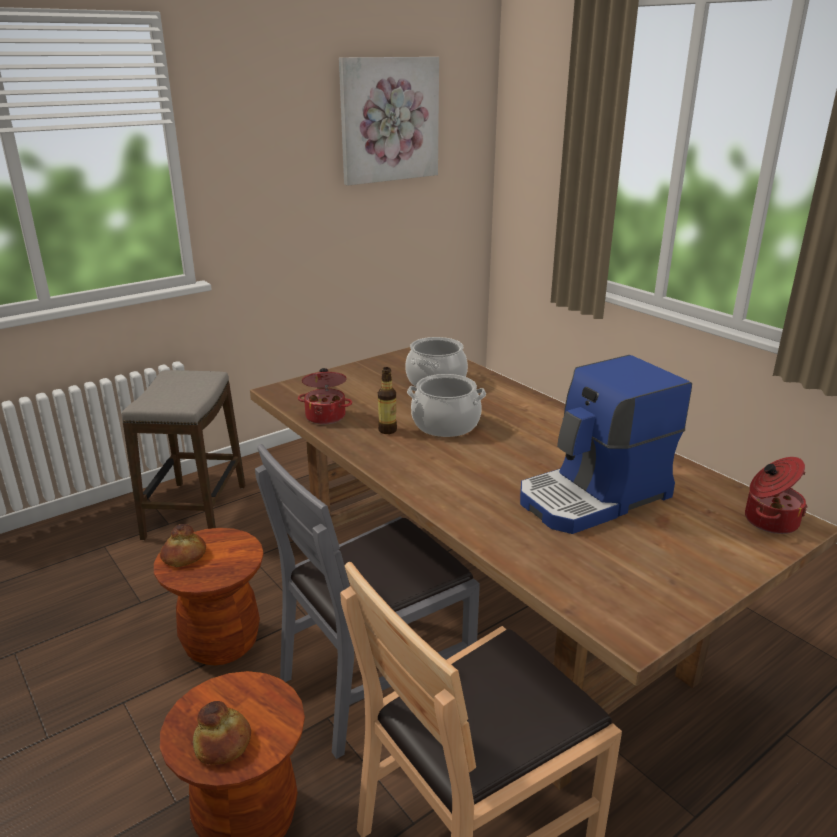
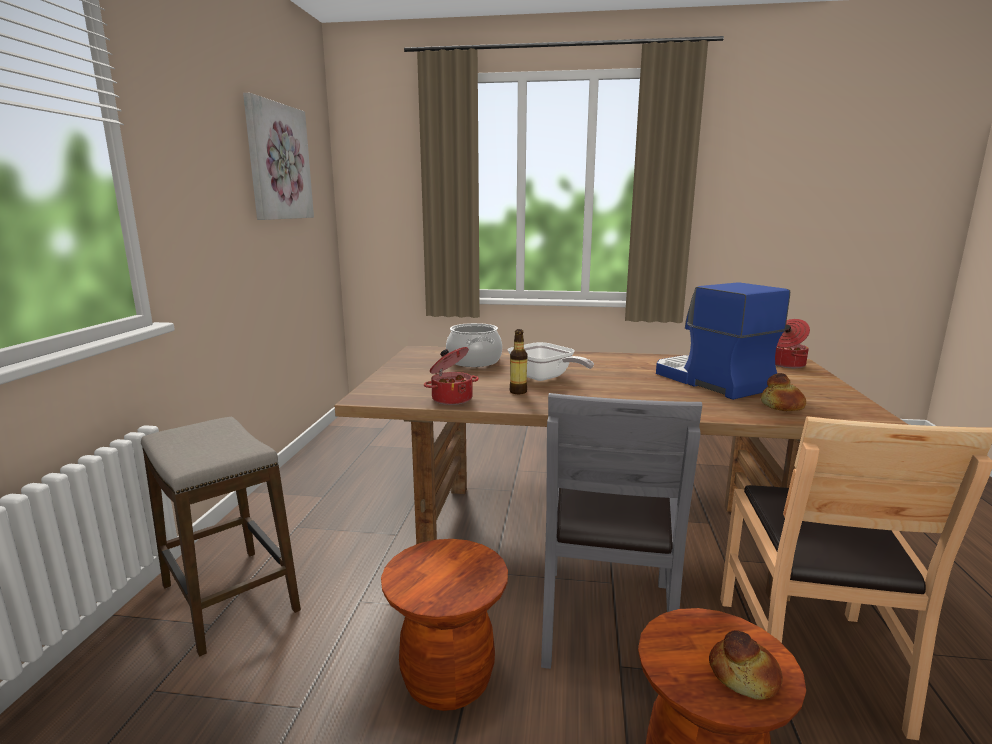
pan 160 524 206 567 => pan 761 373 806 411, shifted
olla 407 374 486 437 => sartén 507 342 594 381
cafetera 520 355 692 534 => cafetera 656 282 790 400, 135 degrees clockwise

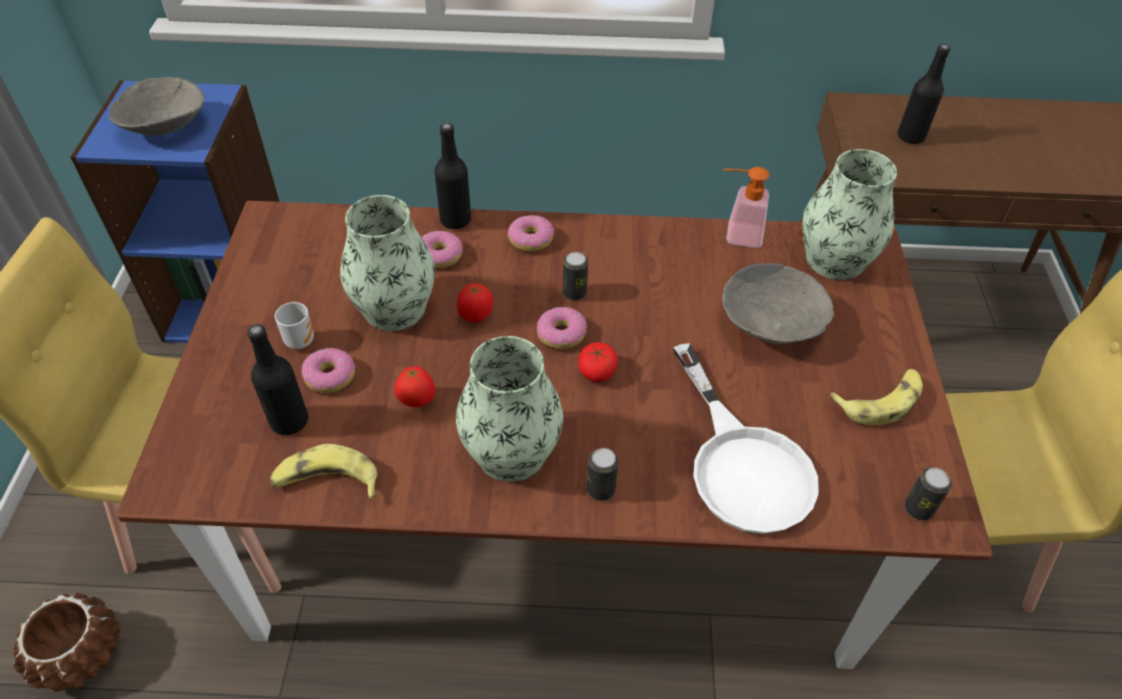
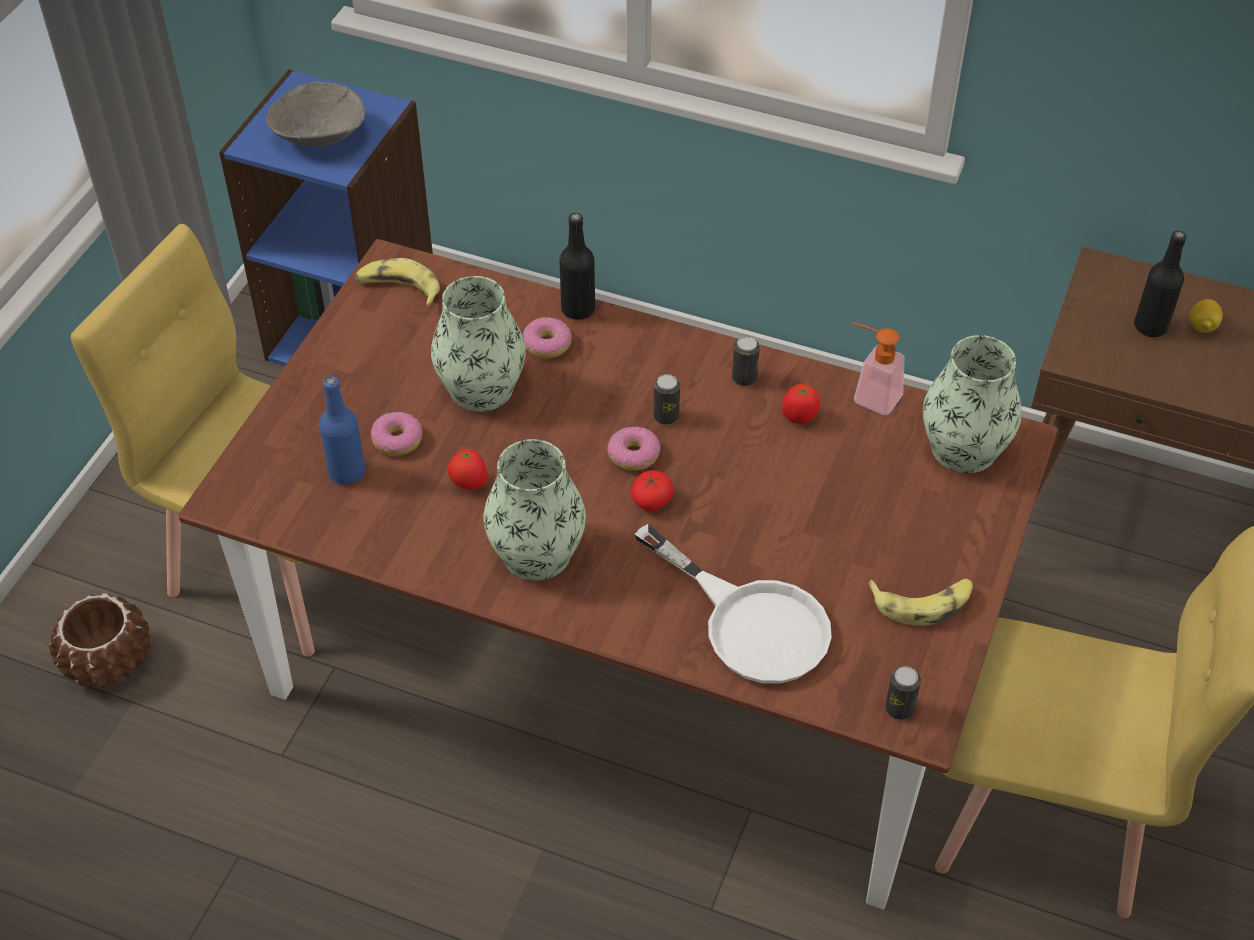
taza grande 275 302 314 349 => nothing
rosquilla 508 215 554 252 => nothing
cuenco [gris] 722 263 834 344 => nothing
nothing => limón 1190 299 1223 333
plátano 270 444 377 500 => plátano 356 258 440 307, shifted
tomate 457 283 493 322 => tomate 782 384 821 424, shifted
lata 587 448 619 501 => lata 732 336 760 386, shifted
botella [negro] 247 324 308 435 => botella [azul] 319 376 365 485
sartén [blanco] 673 343 819 534 => sartén [blanco] 634 524 832 684, 45 degrees counterclockwise

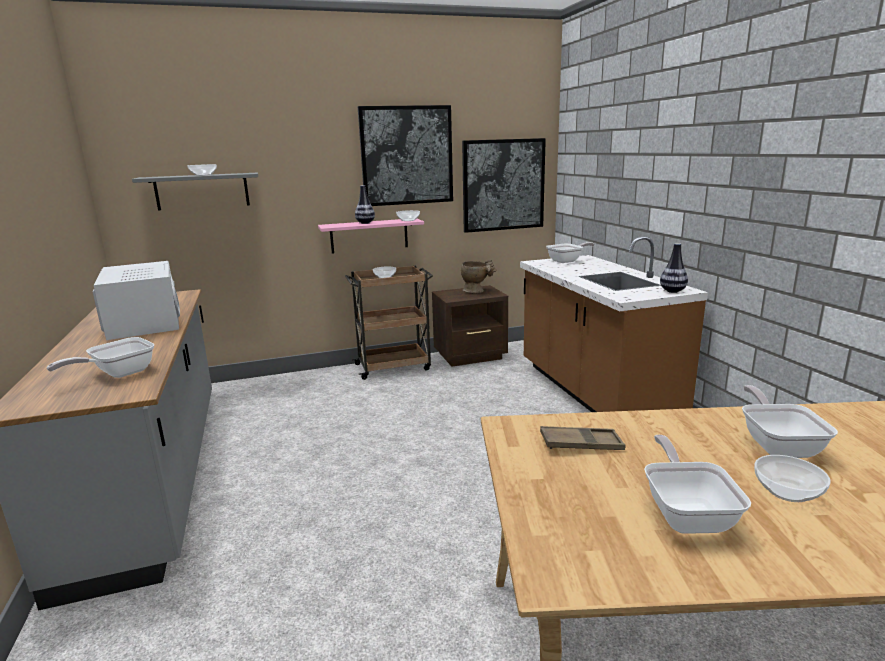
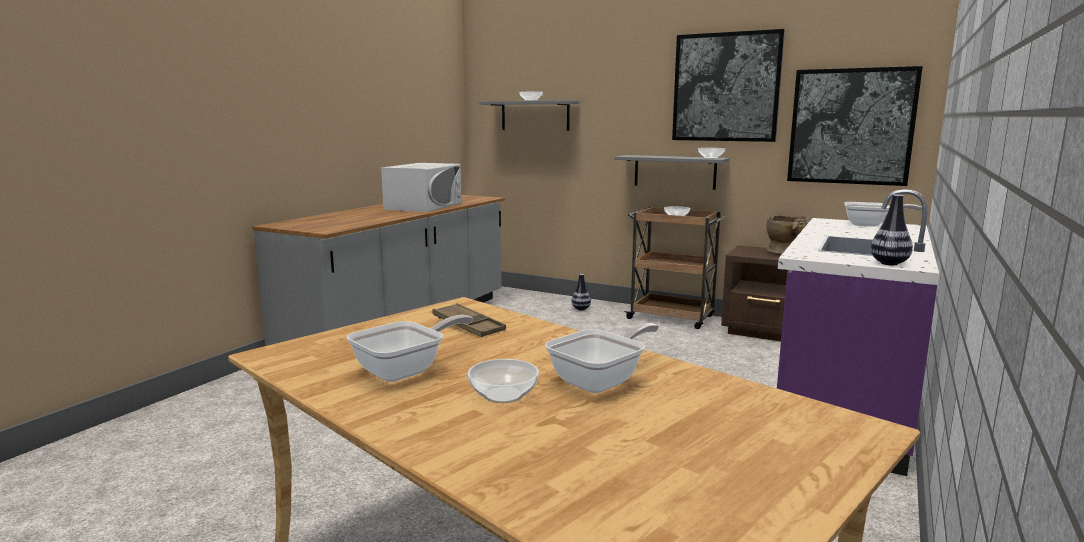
sartén 47 337 155 378 => nothing
florero 355 185 375 224 => florero 571 274 591 310, shifted
estante [rosa] 318 219 424 253 => estante [gris] 614 155 730 190
mueble bajo de cocina [marrón] 520 236 708 412 => mueble bajo de cocina [morado] 777 190 939 476

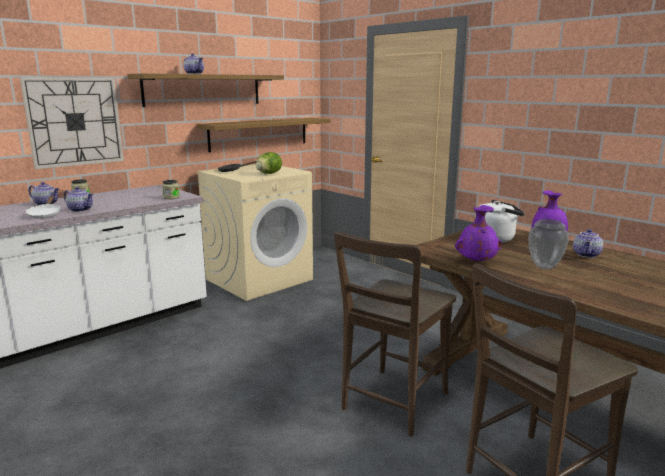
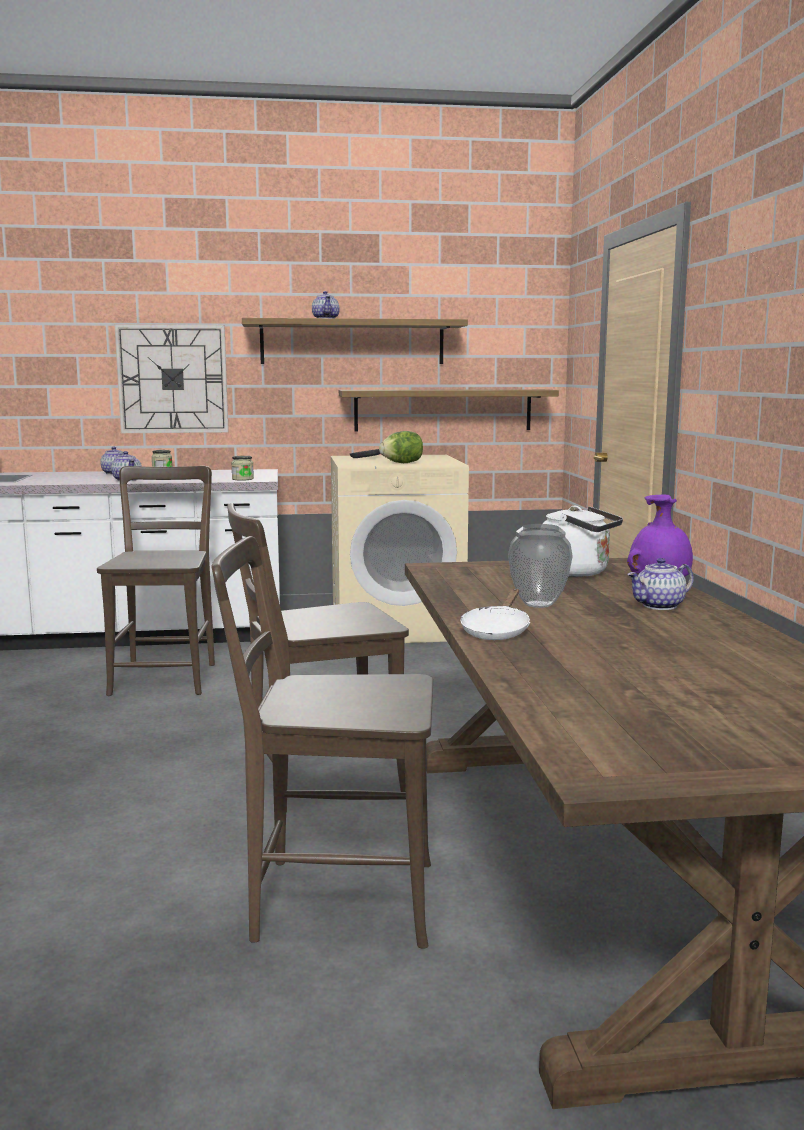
florero [morado] 455 205 502 262 => nothing
nothing => silla [marrón] 97 466 215 696
sartén [blanco] 25 196 61 219 => sartén [blanco] 461 589 530 640, shifted

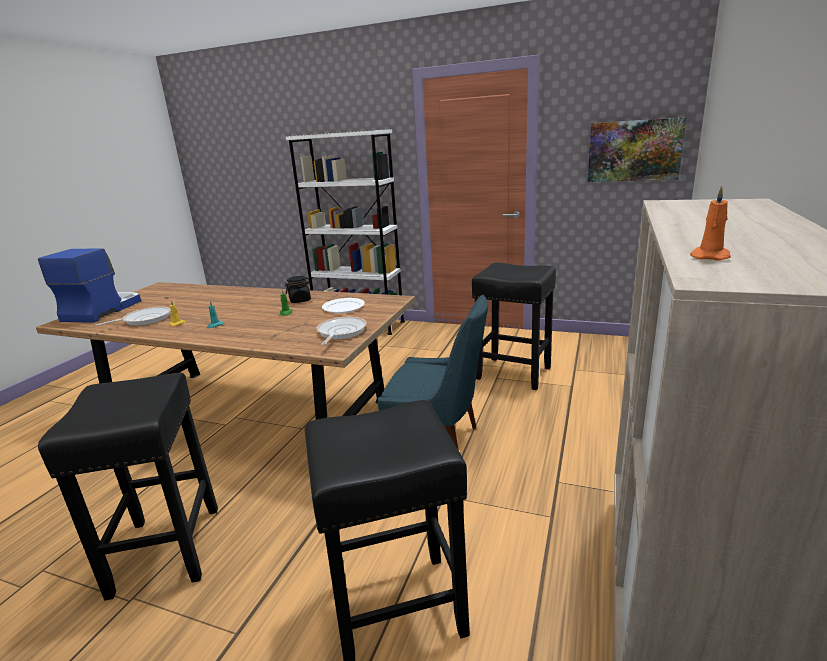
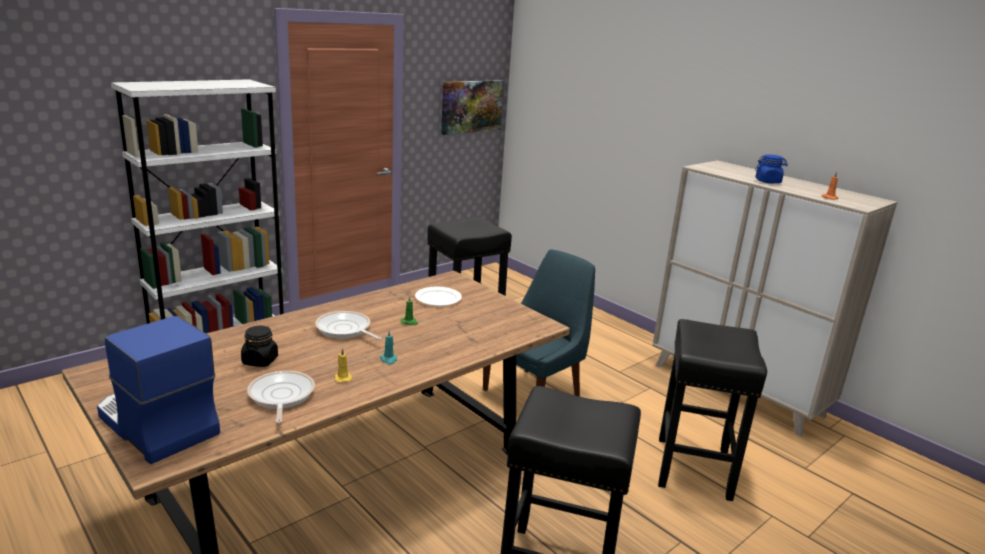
nothing => tarro [azul] 755 154 788 184
tarro [negro] 285 276 311 303 => tarro [negro] 241 326 278 367, shifted
sartén 316 317 367 345 => sartén 315 311 382 340, shifted

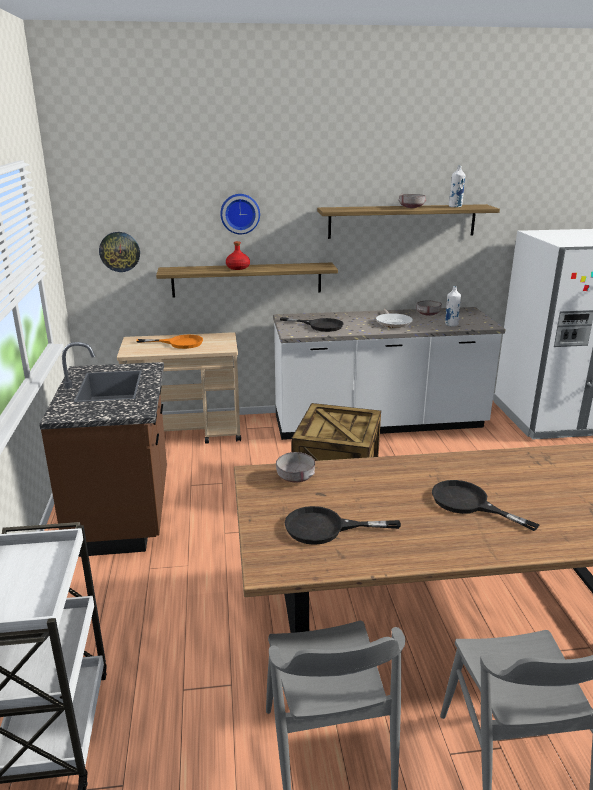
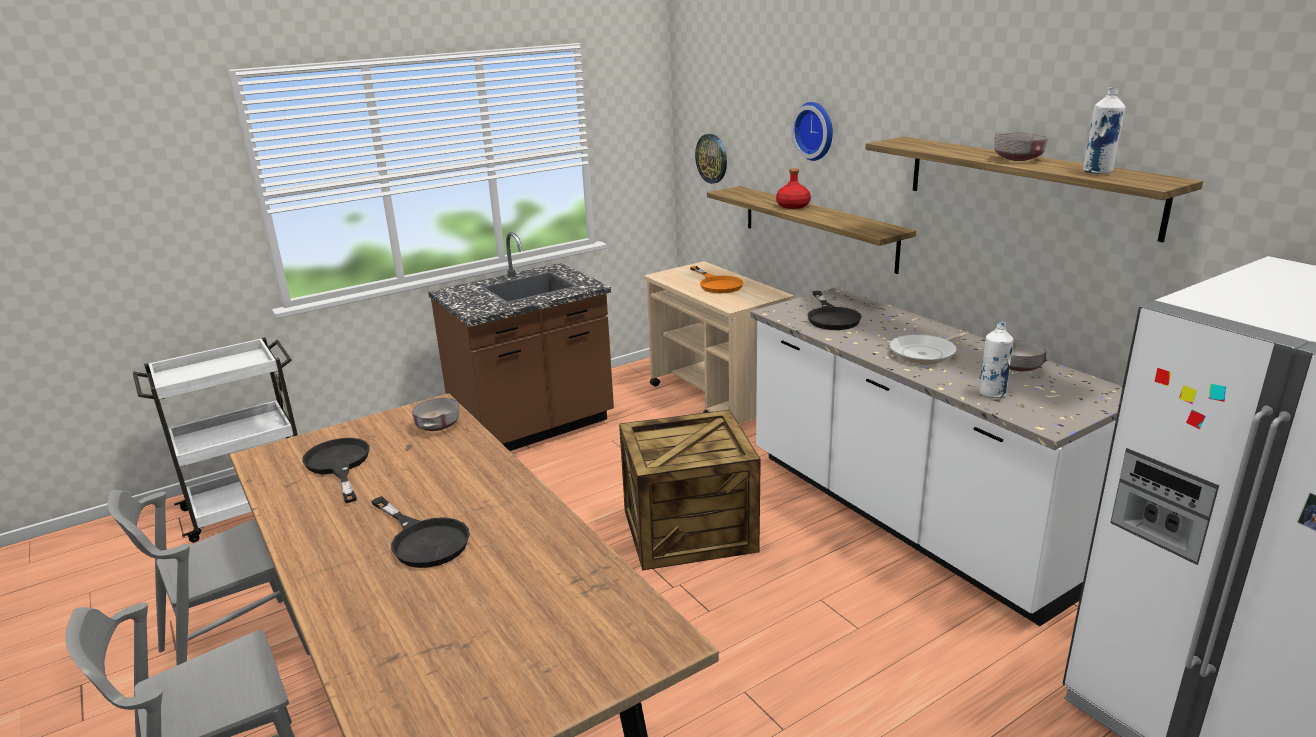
sartén [negro] 432 480 540 531 => sartén [negro] 371 496 470 568, 120 degrees clockwise

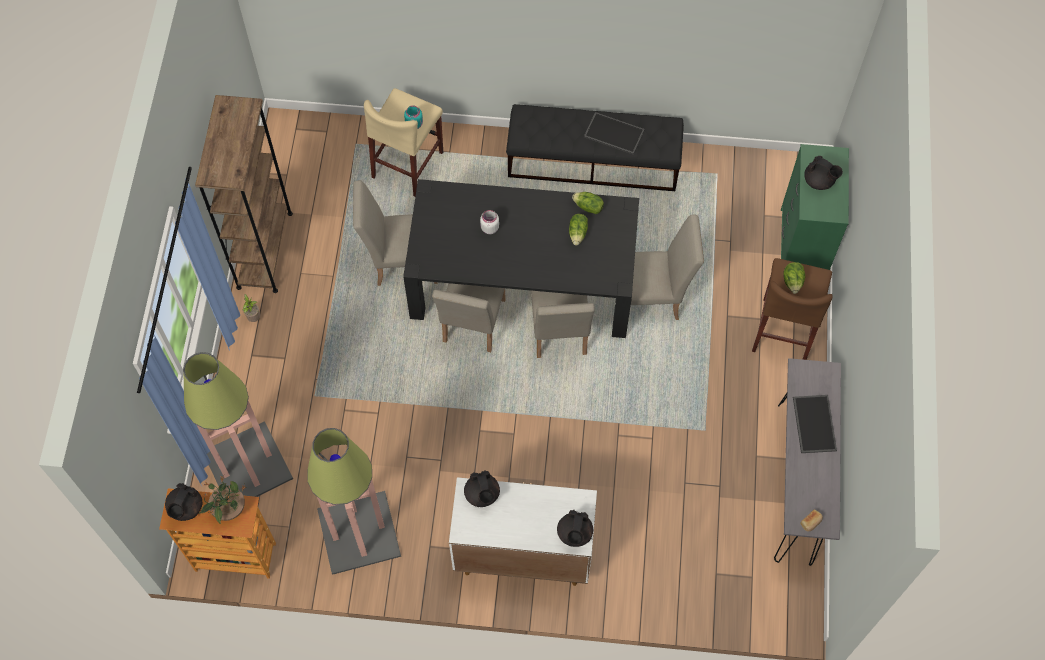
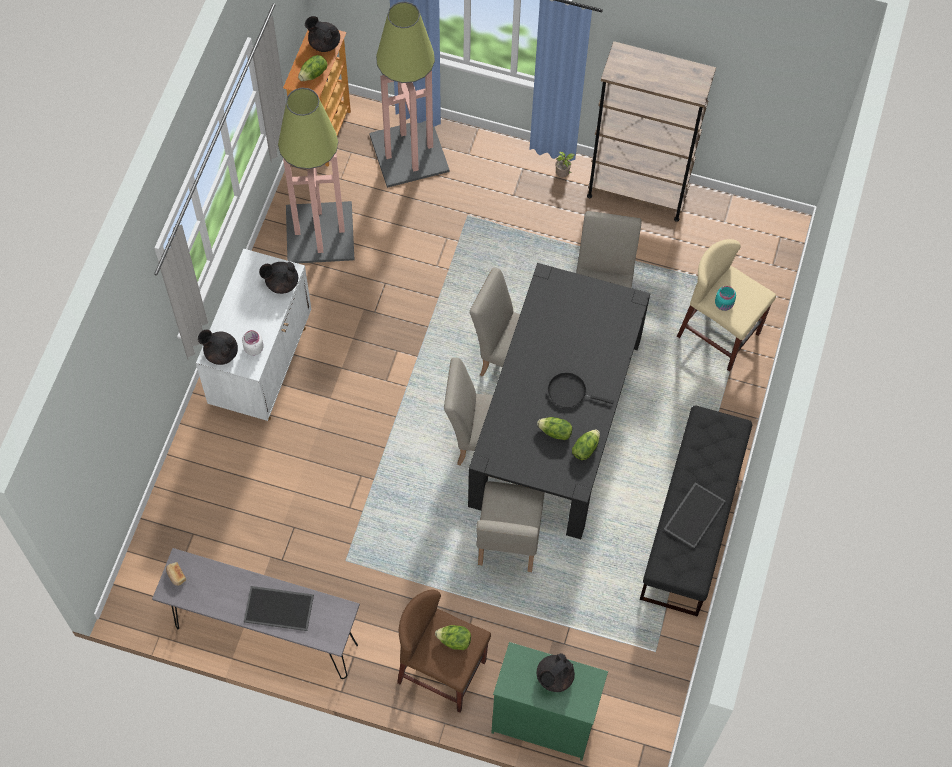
nothing => sartén [negro] 548 372 614 408
tarro [blanco] 480 210 499 234 => tarro [blanco] 242 330 264 356, shifted
planta en maceta 199 476 246 524 => lechuga 298 55 328 81

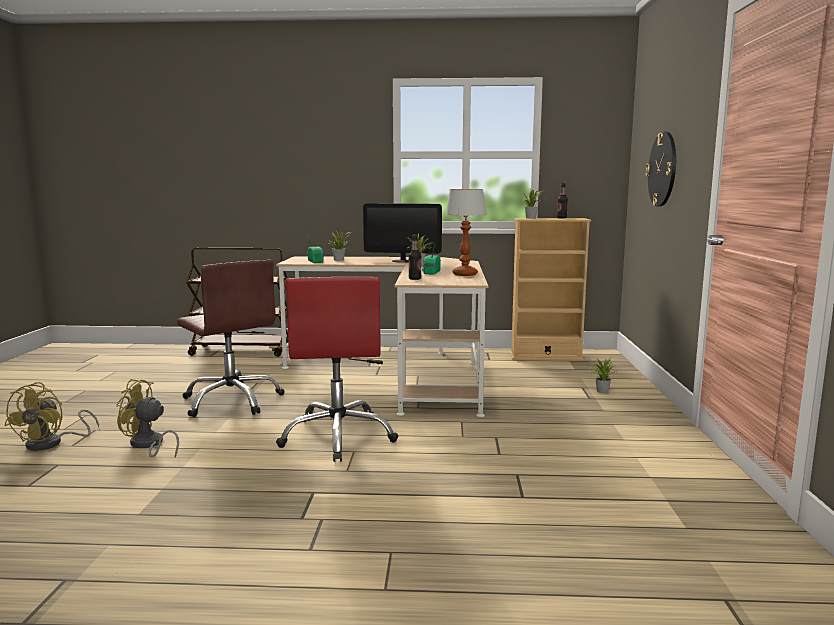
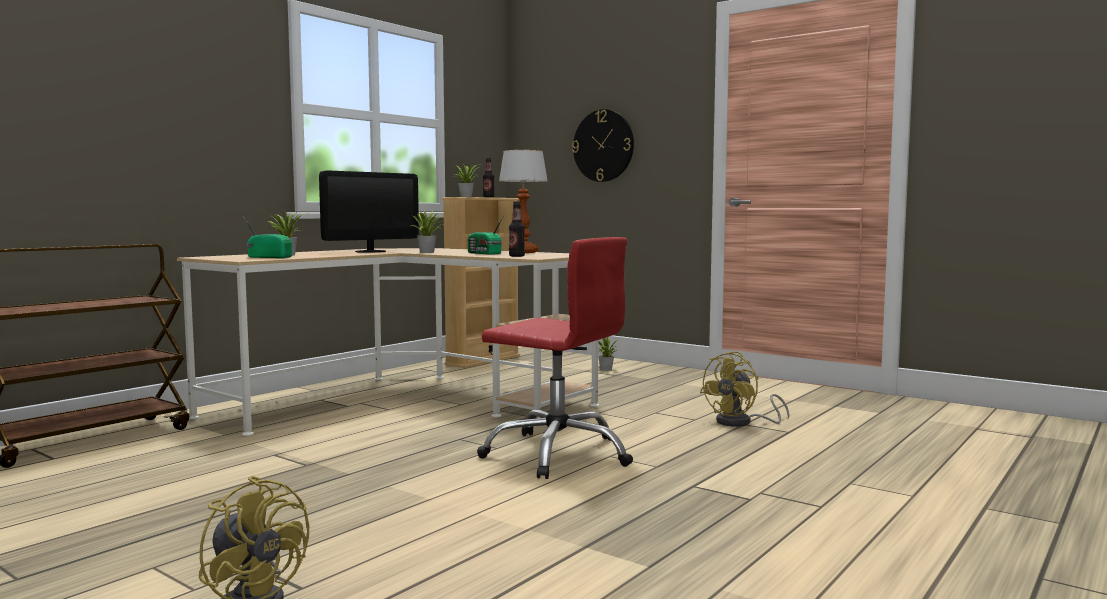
silla de oficina [marrón] 177 260 285 417 => nothing
ventilador [amarillo] 116 379 179 458 => ventilador [amarillo] 700 352 789 427, shifted

